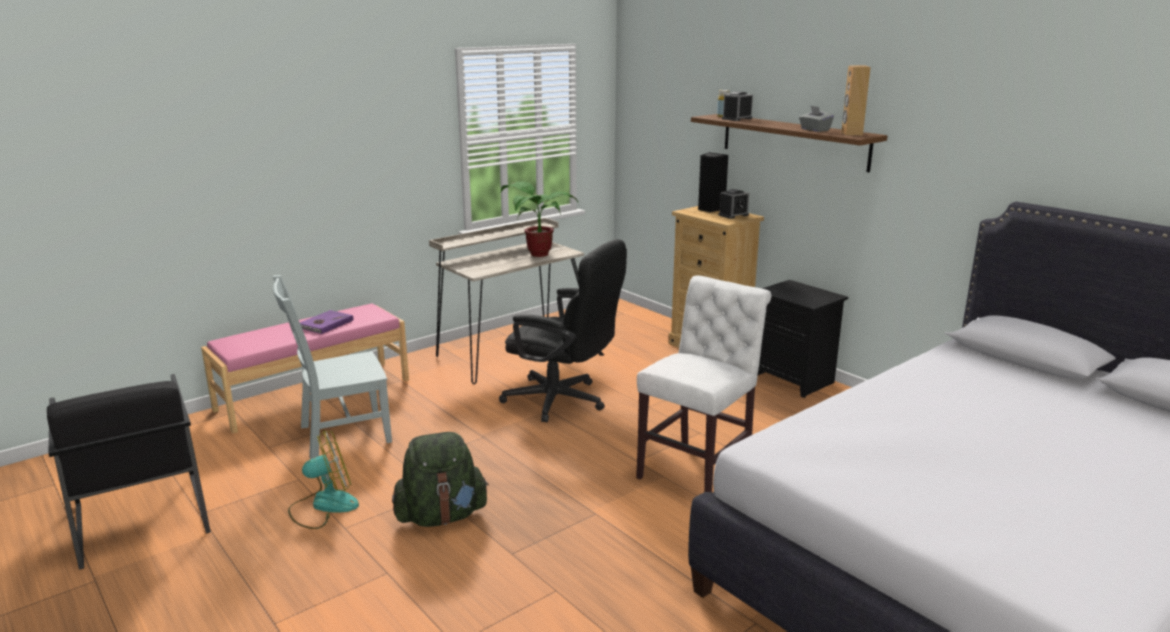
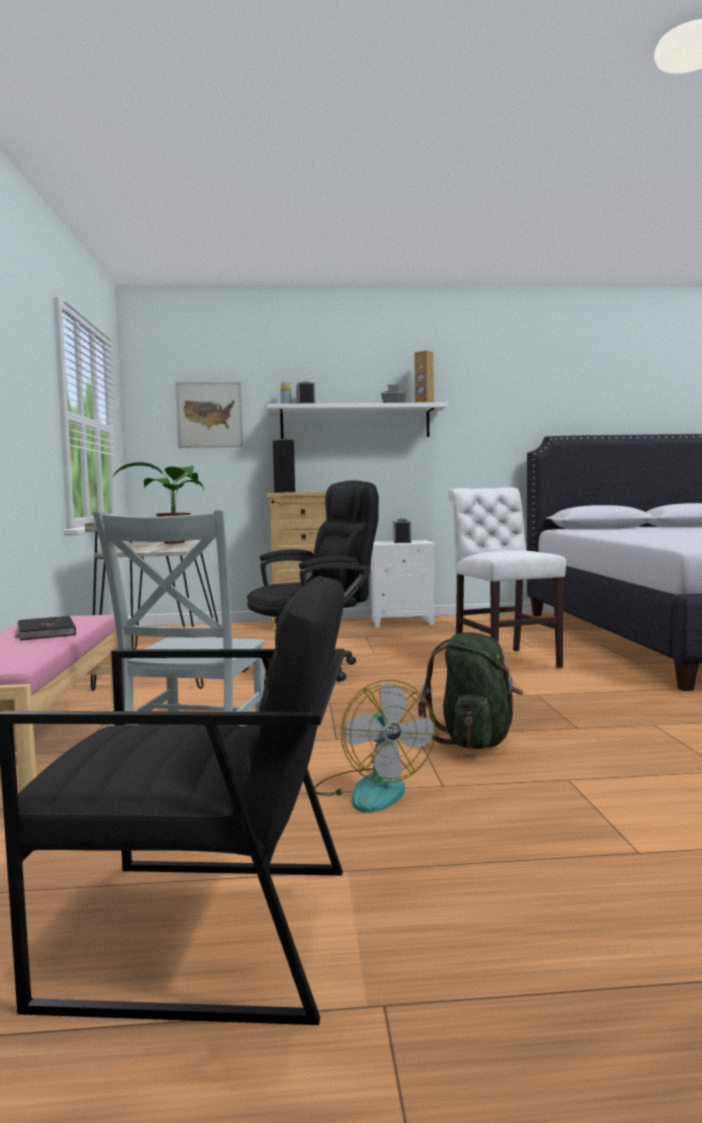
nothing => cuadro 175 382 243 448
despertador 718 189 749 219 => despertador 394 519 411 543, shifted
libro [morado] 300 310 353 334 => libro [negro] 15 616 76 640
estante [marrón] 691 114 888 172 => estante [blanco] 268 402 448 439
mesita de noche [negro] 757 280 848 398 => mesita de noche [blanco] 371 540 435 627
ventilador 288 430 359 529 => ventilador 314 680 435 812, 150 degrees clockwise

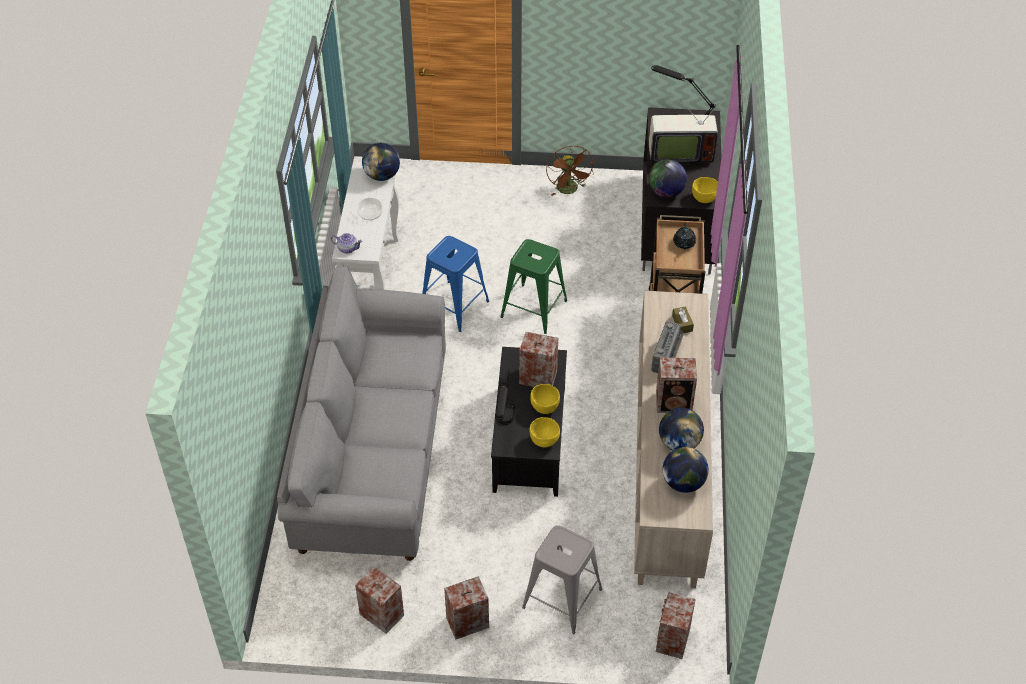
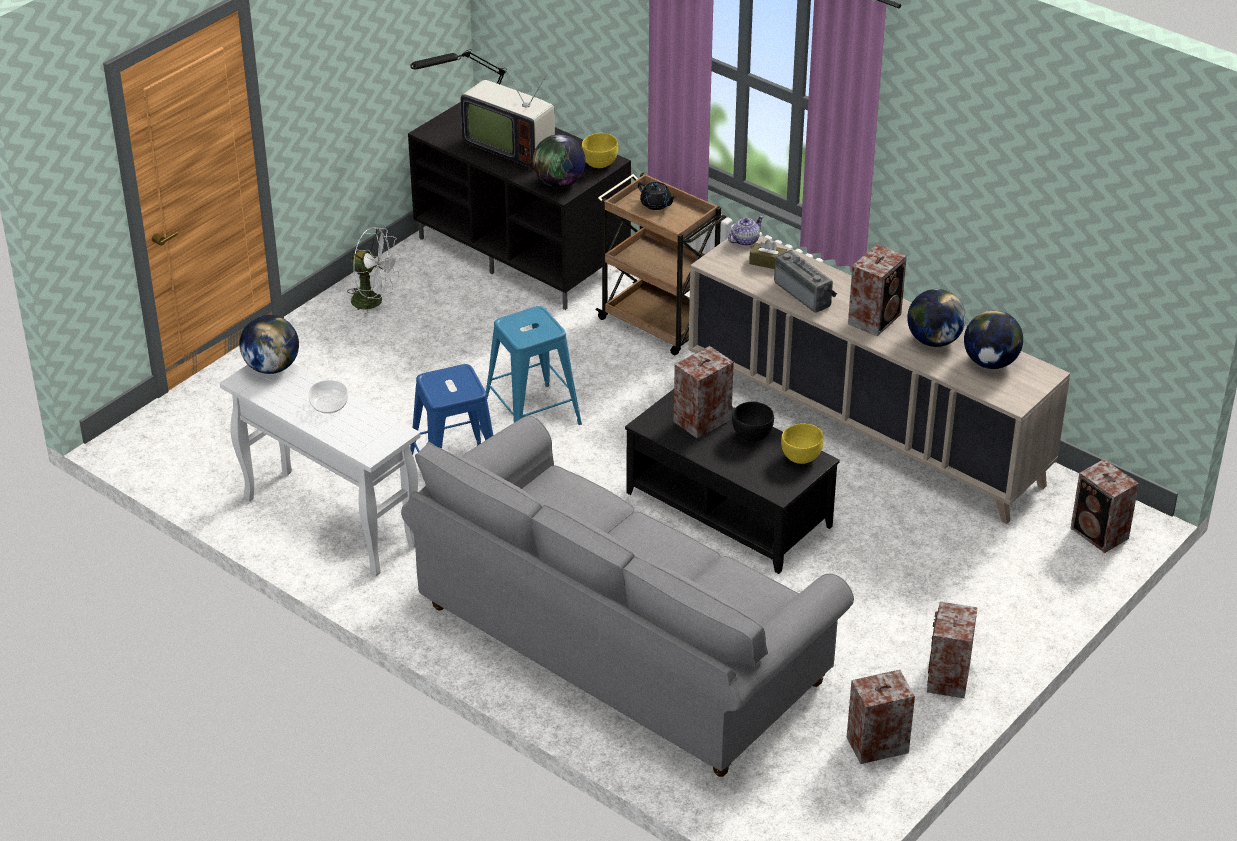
lámpara de mesa [negro] 495 368 515 425 => nothing
taburete [gris] 522 525 602 634 => nothing
tetera 331 233 362 254 => tetera 728 215 764 246, shifted
taburete [verde] 500 239 567 334 => taburete [azul] 486 306 582 425
cuenco [amarillo] 530 384 560 414 => cuenco [negro] 732 402 774 442
ventilador [marrón] 546 146 594 196 => ventilador [blanco] 347 227 400 318
televisor 649 98 723 165 => televisor 461 60 555 170, 90 degrees clockwise

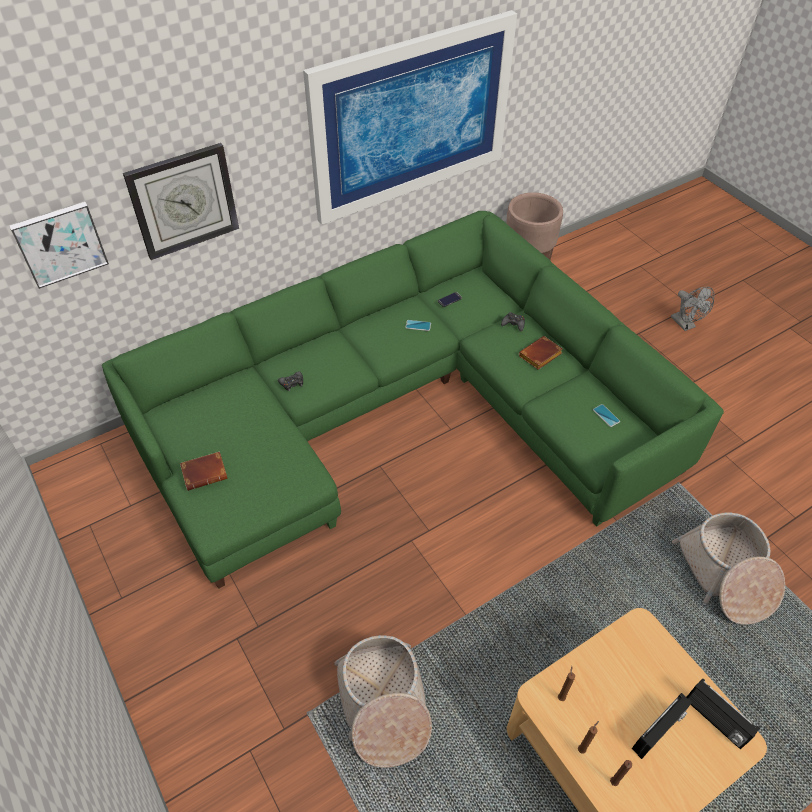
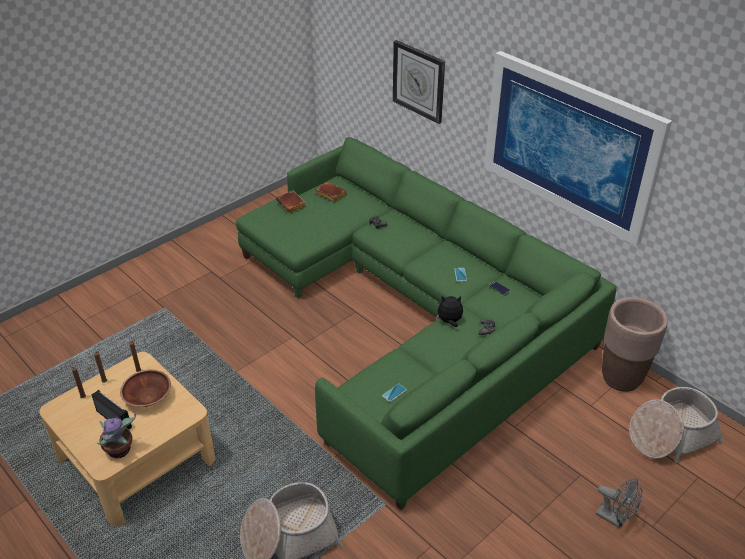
cuadro 10 202 109 289 => nothing
nothing => cuenco [marrón] 120 370 171 407
nothing => peluche 436 296 463 327
cesta 335 635 432 768 => cesta 629 387 723 463, shifted
libro [marrón] 519 336 563 370 => libro [marrón] 315 182 347 202, shifted
radio 687 678 760 749 => planta en maceta 97 413 136 458
ventilador [gris] 671 287 714 331 => ventilador [gris] 596 478 642 529, 105 degrees counterclockwise

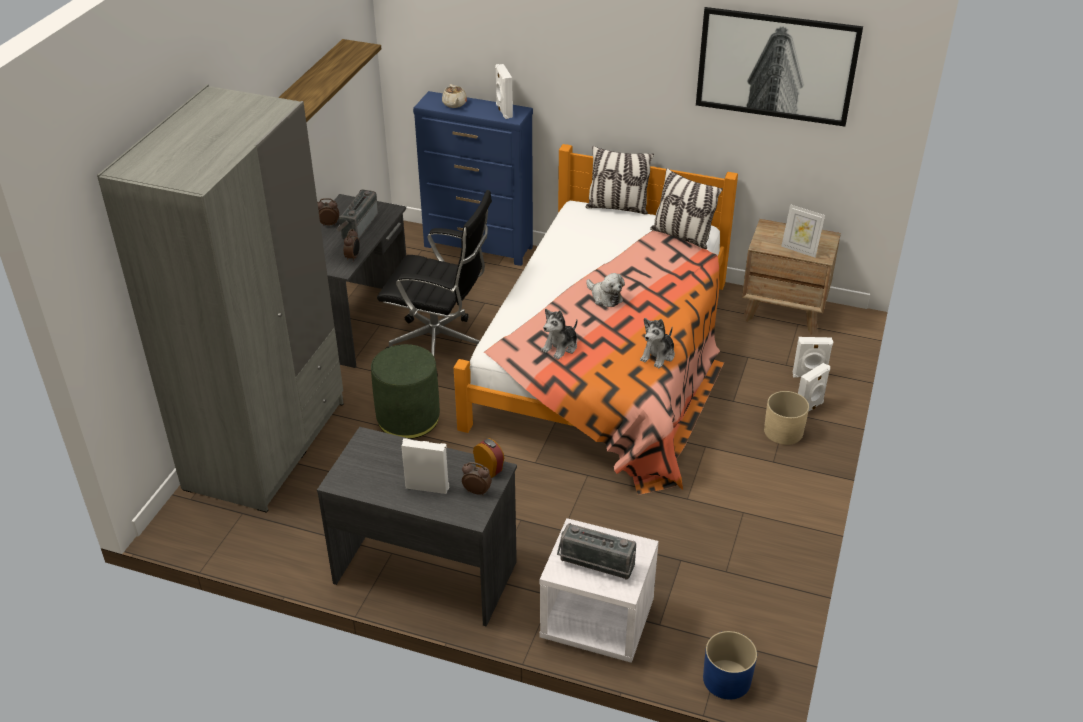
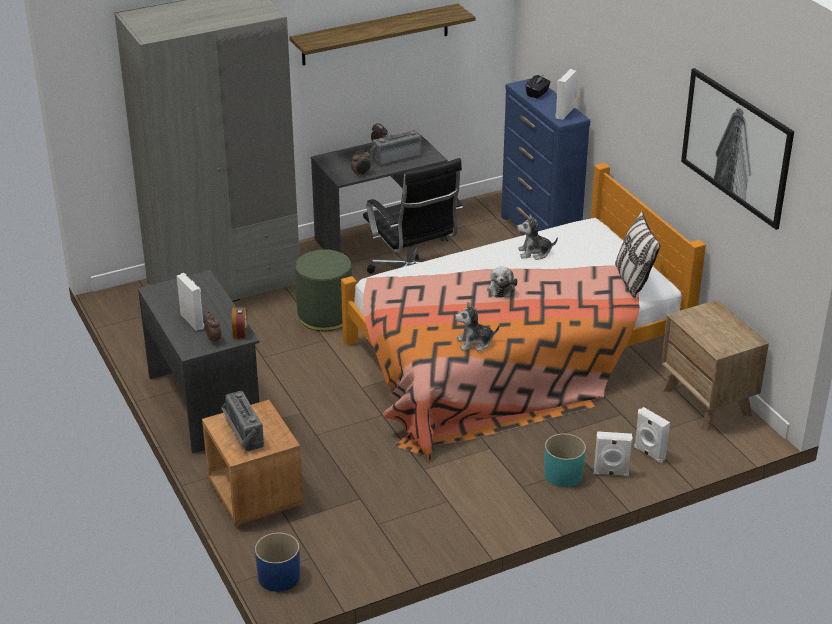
cojín 585 146 654 215 => nothing
portarretratos 781 204 825 258 => nothing
peluche 541 309 577 360 => peluche 517 215 558 260, shifted
tetera [beis] 442 84 467 108 => caja de pañuelos [negro] 525 74 551 99
mesita de noche [blanco] 539 518 659 663 => mesita de noche [marrón] 202 400 304 526
maceta [beis] 764 391 809 445 => maceta [turquesa] 544 434 586 487

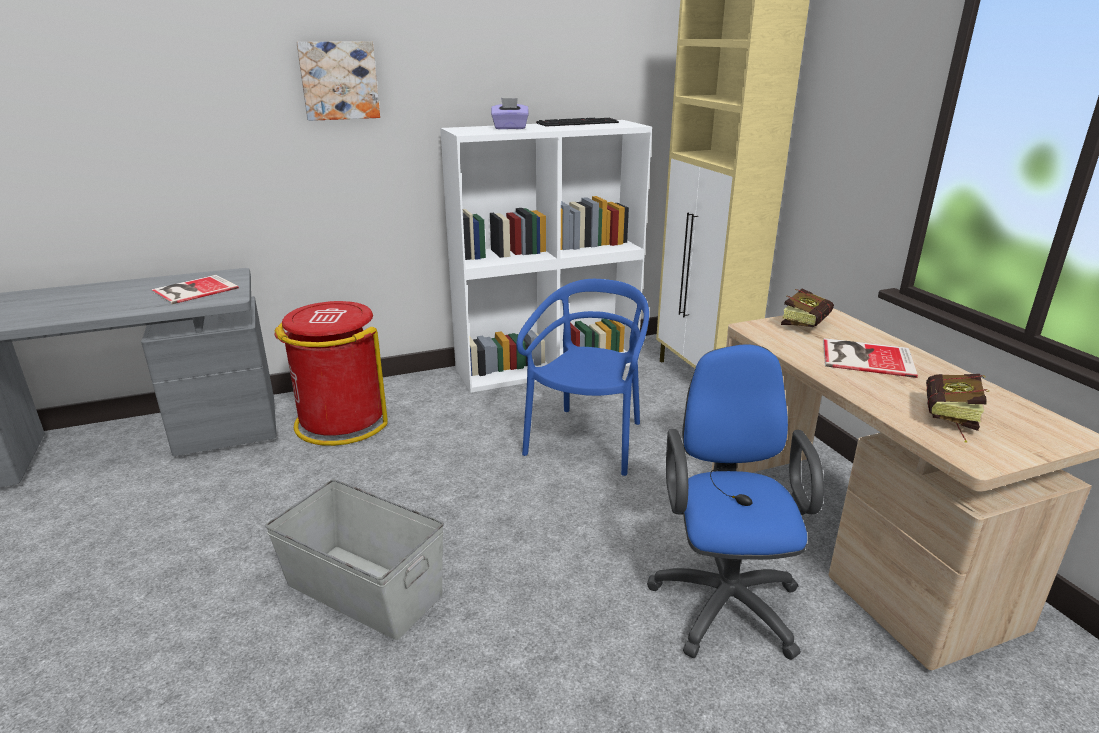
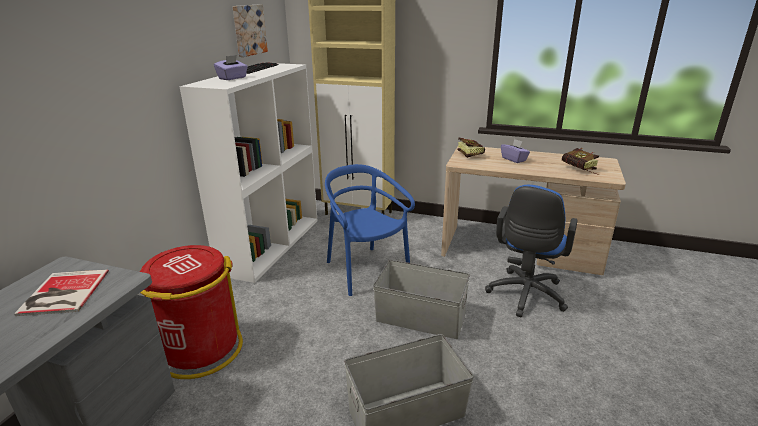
nothing => caja de almacenaje [gris] 373 260 470 339
cuadro 297 41 380 121 => cuadro 232 4 268 57, shifted
libro 823 338 918 378 => caja de pañuelos [morado] 501 139 530 163
silla de oficina [azul] 647 344 824 660 => silla de oficina [azul] 485 185 578 317, 105 degrees counterclockwise

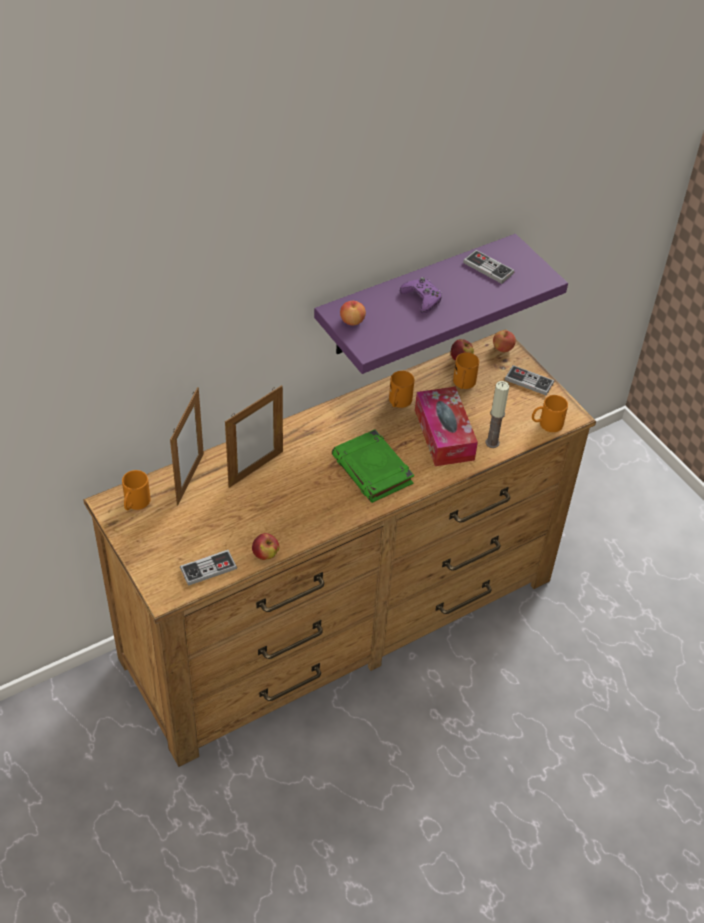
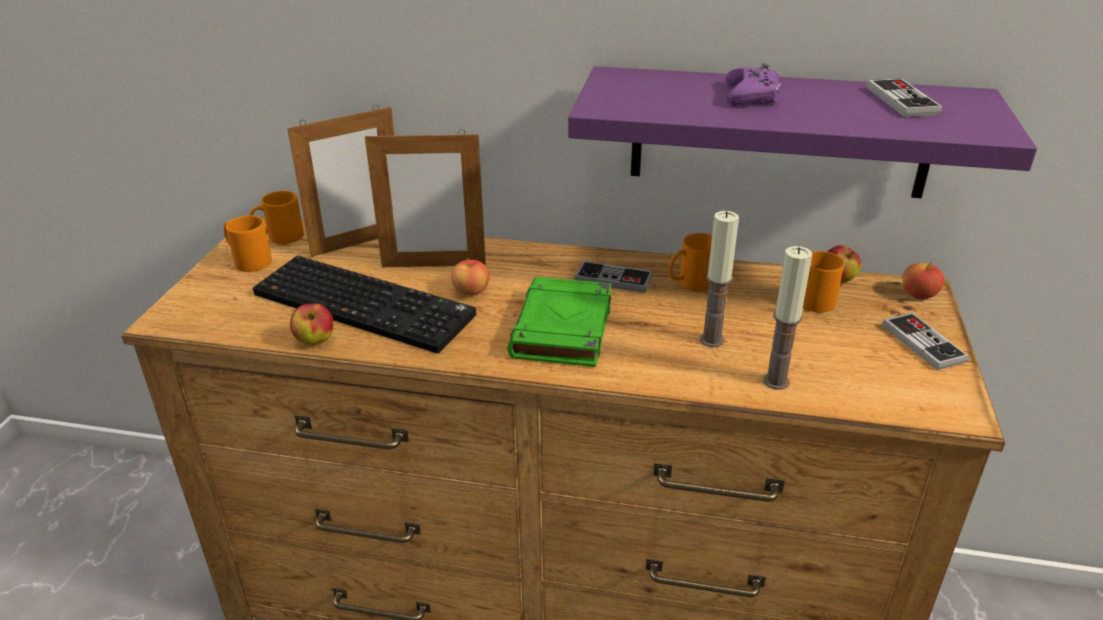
nothing => teclado 253 255 476 353
mando de consola 180 550 237 586 => mando de consola 574 260 653 293, shifted
manzana 340 301 366 325 => manzana 451 258 489 296, shifted
taza grande [naranja] 532 395 568 432 => taza grande [naranja] 224 215 272 272, shifted
caja de pañuelos 415 386 478 466 => vela 700 211 739 347

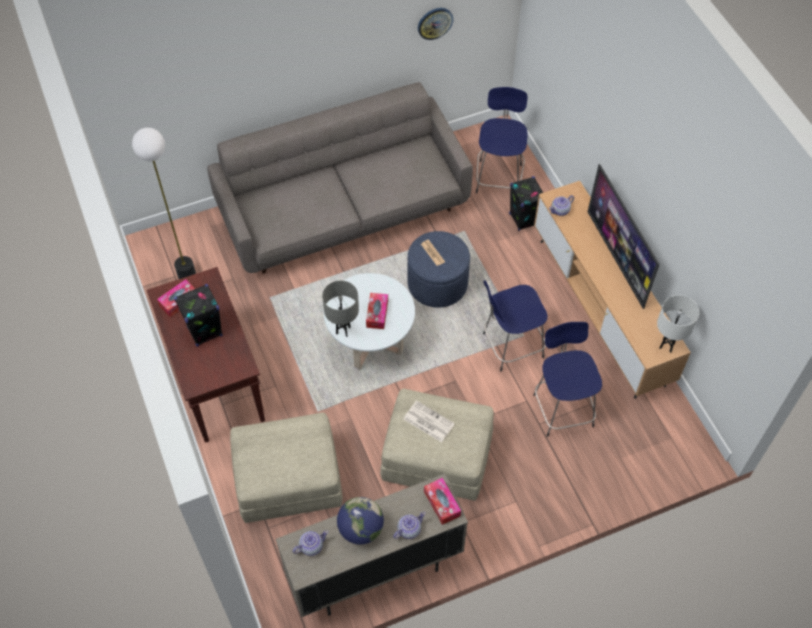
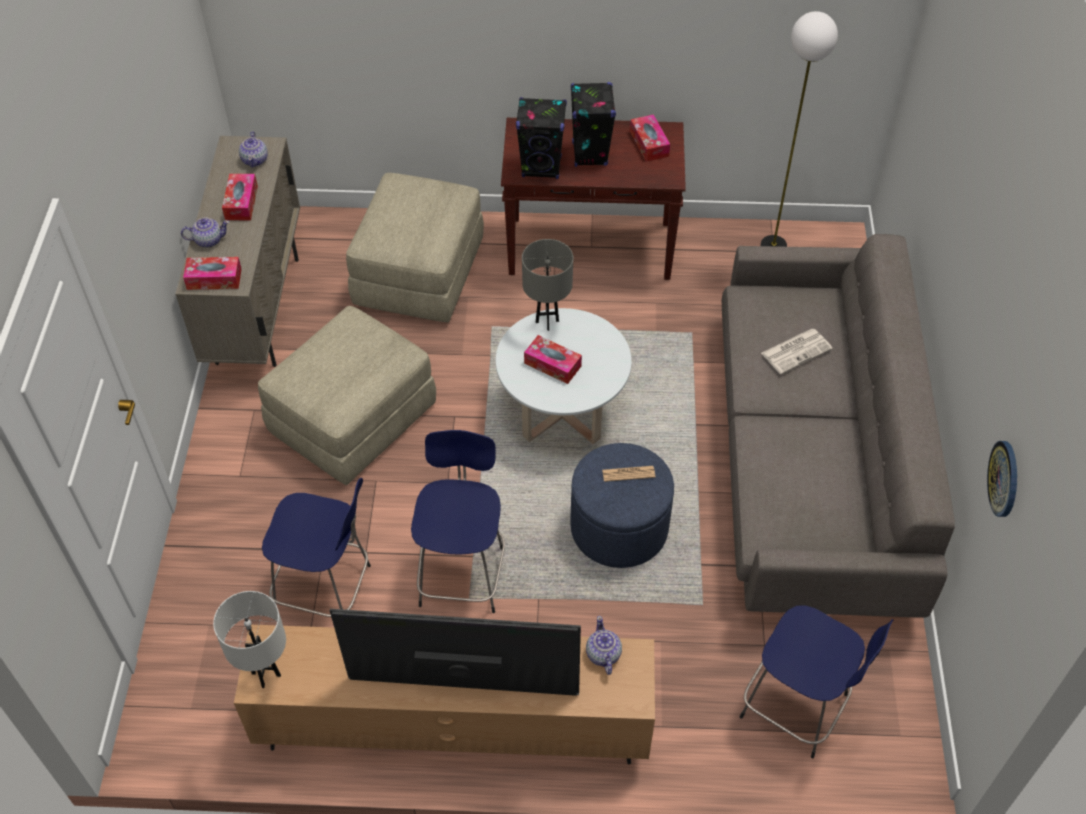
periódico 404 401 455 443 => periódico 761 329 833 374, shifted
altavoz [negro] 509 176 543 231 => altavoz [negro] 516 97 567 179, shifted
globo terráqueo 337 497 384 545 => caja de pañuelos 222 174 258 220
tetera 393 512 425 539 => tetera 181 218 229 248, 90 degrees counterclockwise

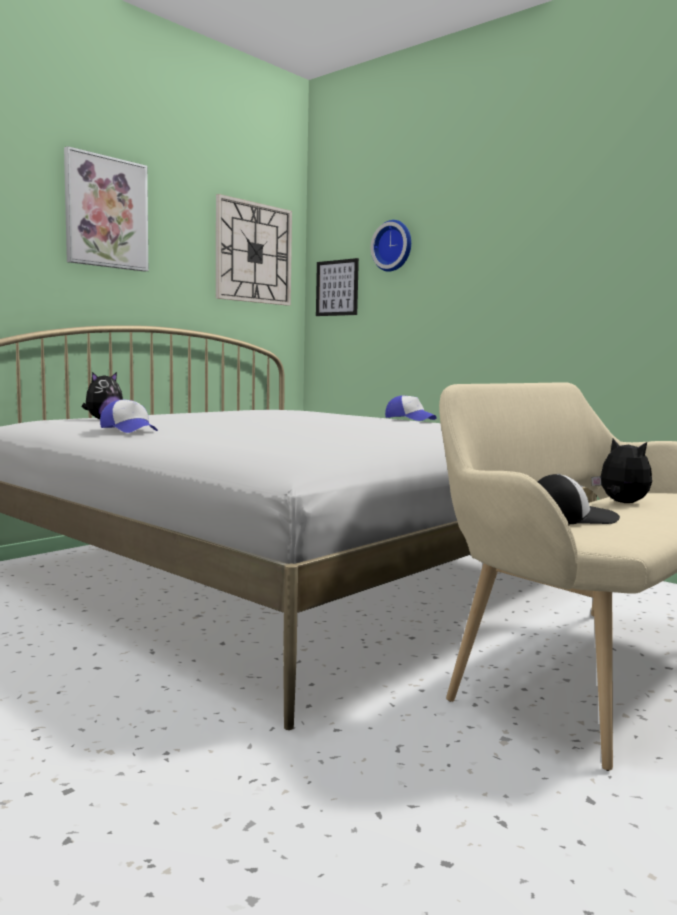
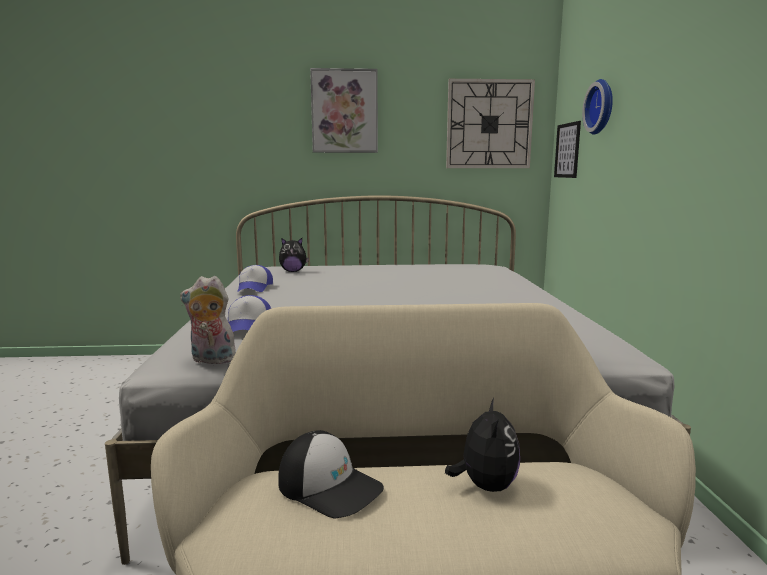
nothing => peluche 180 276 236 366
gorra 385 396 437 421 => gorra 228 295 271 332, shifted

